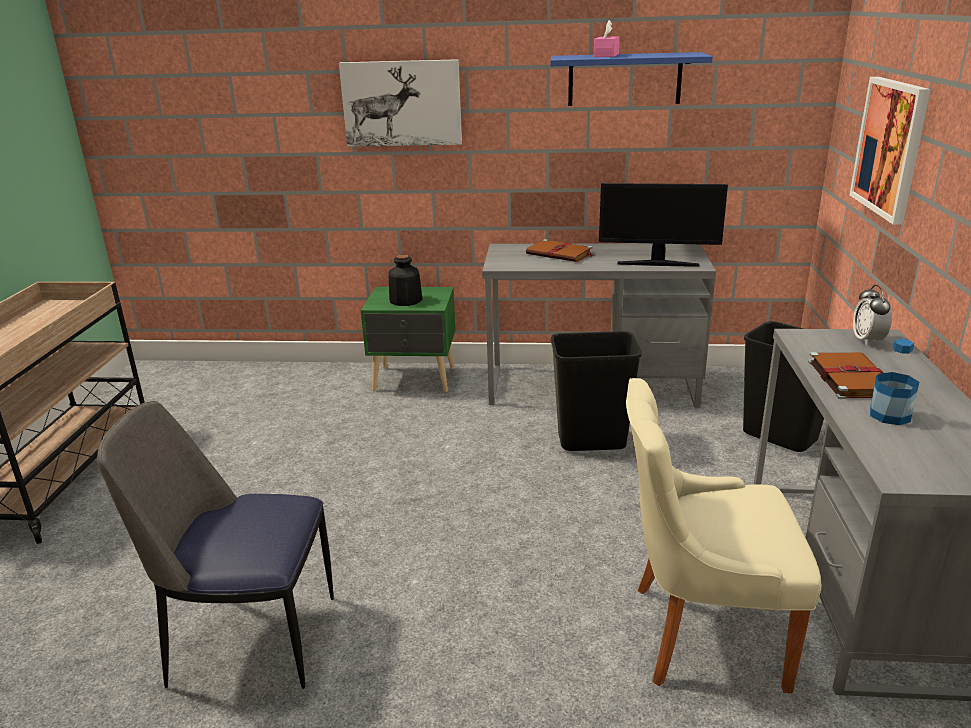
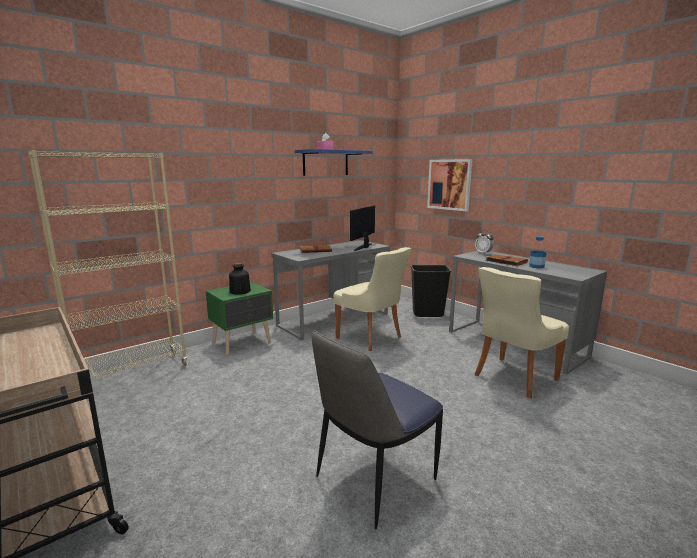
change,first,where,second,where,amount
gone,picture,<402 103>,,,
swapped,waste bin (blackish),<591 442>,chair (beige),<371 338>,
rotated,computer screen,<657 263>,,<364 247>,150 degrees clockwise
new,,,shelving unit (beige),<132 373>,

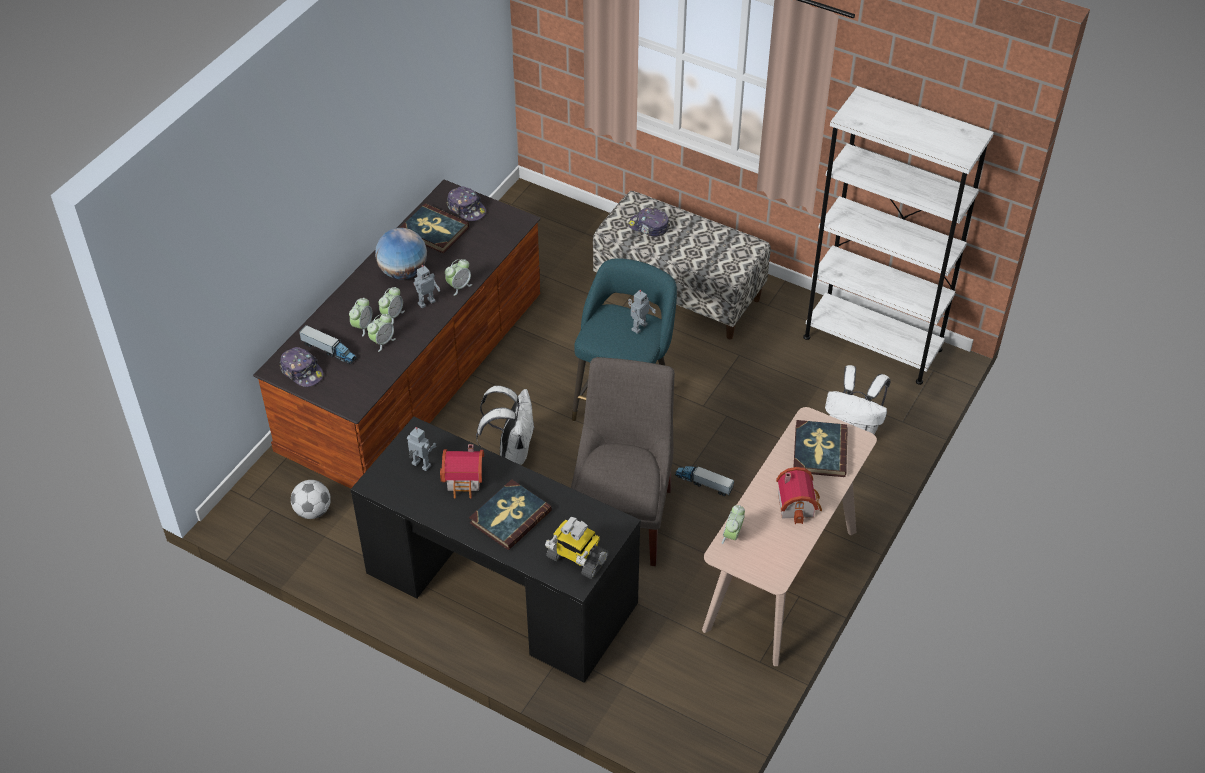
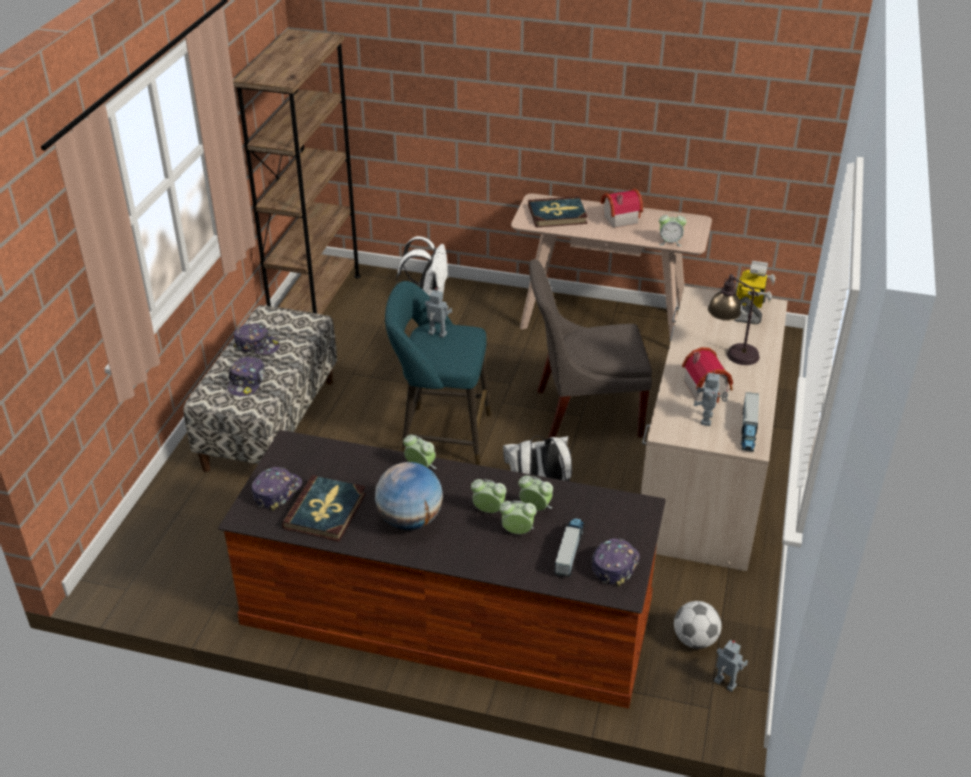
change,first,where,second,where,amount
repainted,desk table (blackish),<501 587>,desk table (beige),<704 472>,
shifted,model robot,<426 302>,,<724 684>,
swapped,bound book,<510 517>,table lamp,<730 353>,
shifted,model truck,<703 483>,,<748 429>,
repainted,shelving unit (white),<872 343>,shelving unit (brown),<316 303>,
new,,,peaked cap,<257 345>,

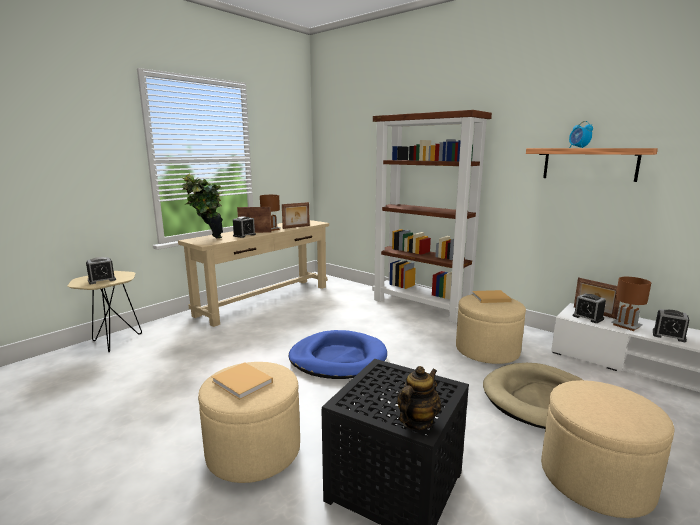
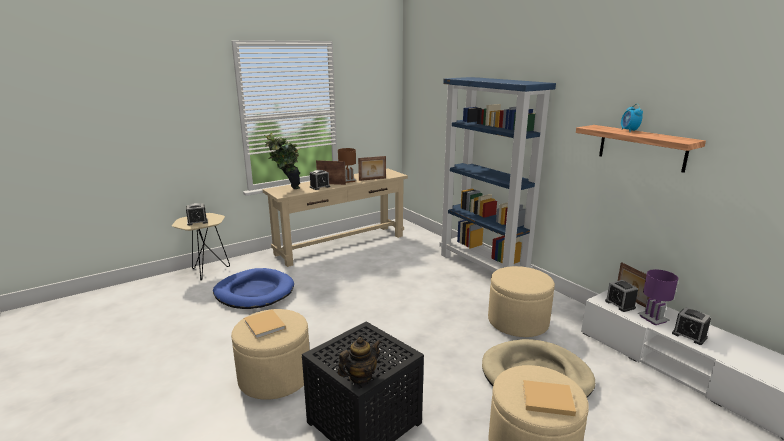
change,first,where,second,where,amount
shifted,dog cushion (blue-coloured),<338 358>,,<254 292>,
repainted,shelving unit (brown),<421 306>,shelving unit (blue-coloured),<483 267>,
shifted,bound book (beige),<490 298>,,<546 399>,
repainted,table lamp (brown),<626 326>,table lamp (purplish),<653 319>,

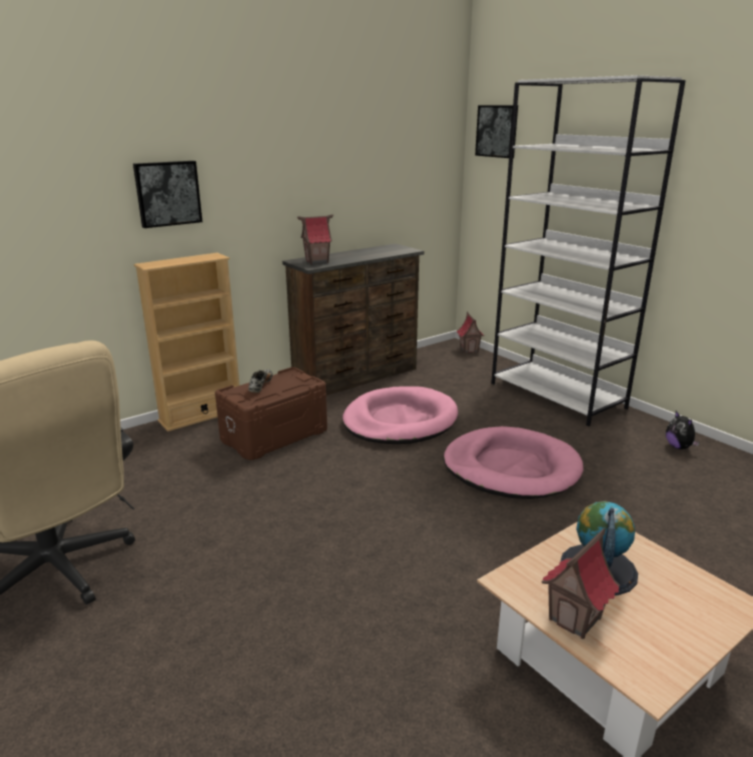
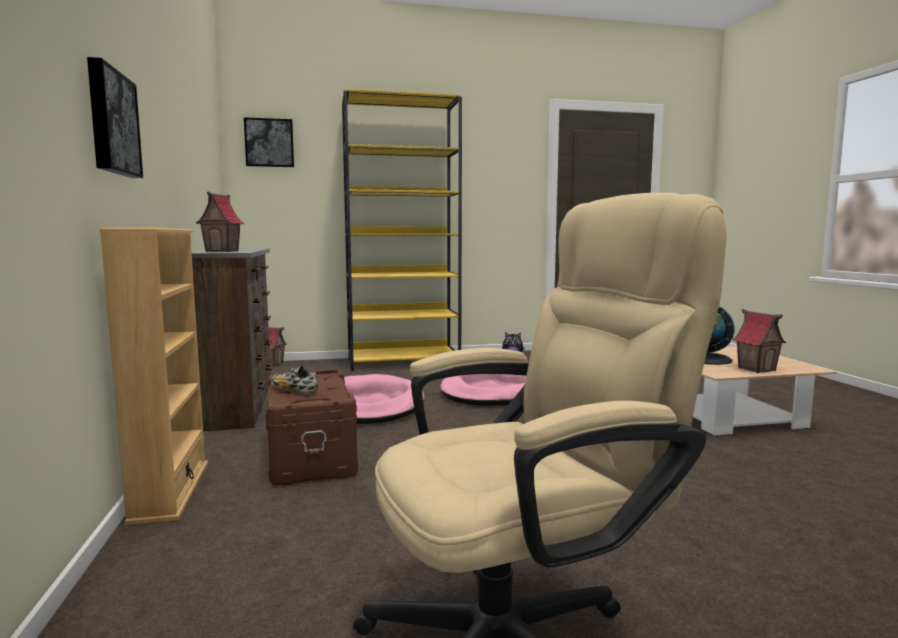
change,first,where,second,where,amount
repainted,shelving unit (white),<557 395>,shelving unit (yellowish),<404 362>,

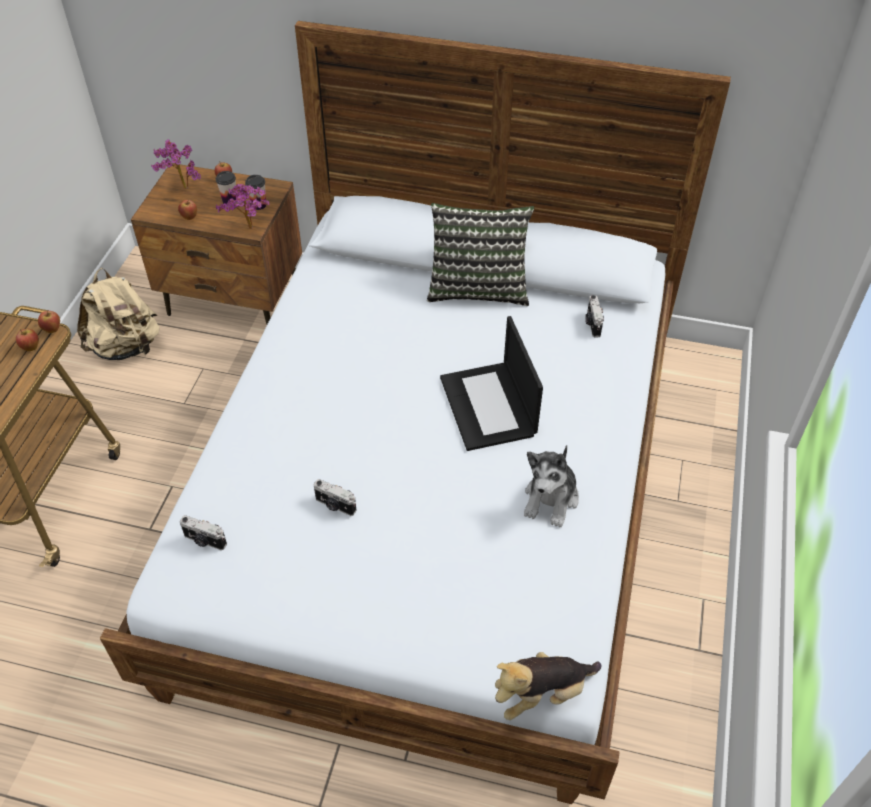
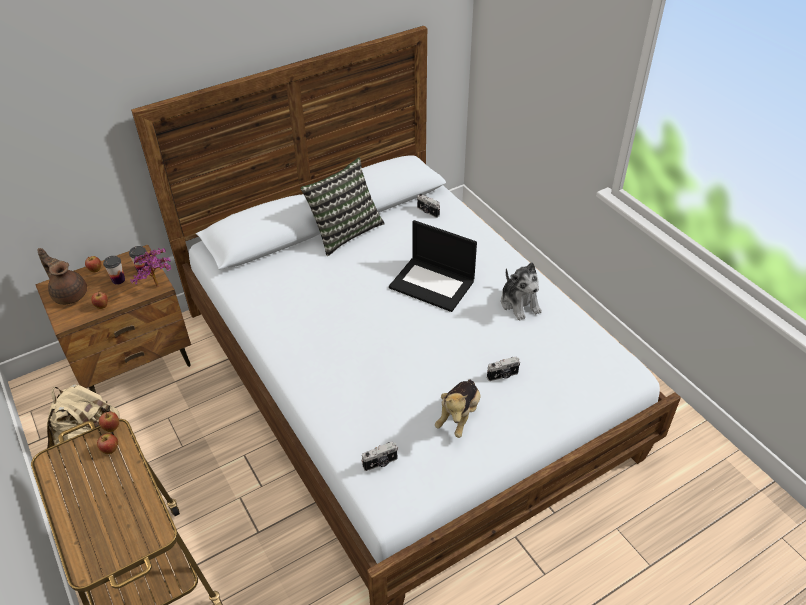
change,first,where,second,where,amount
swapped,potted plant,<182 189>,teapot (brown),<69 294>,
shifted,photo camera,<335 506>,,<503 376>,
shifted,plush toy,<542 694>,,<459 416>,

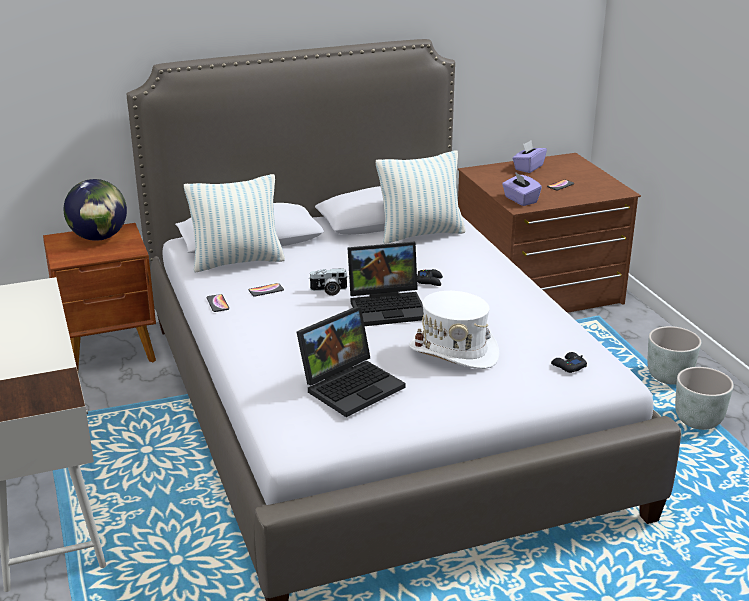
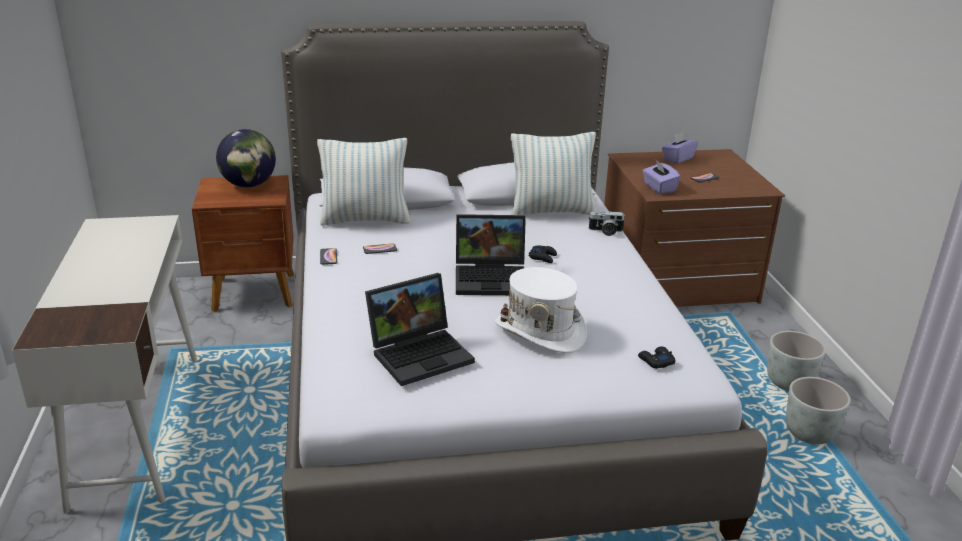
change,first,where,second,where,amount
shifted,photo camera,<329 291>,,<605 231>,

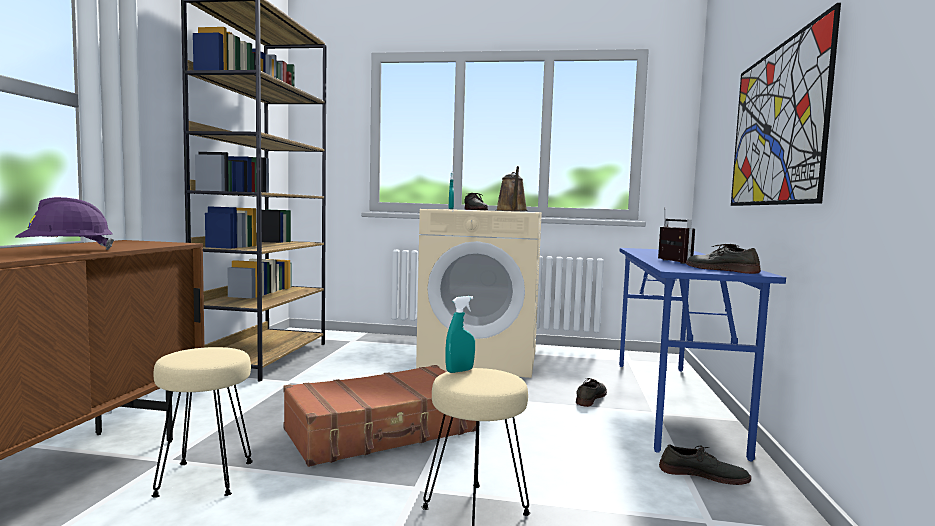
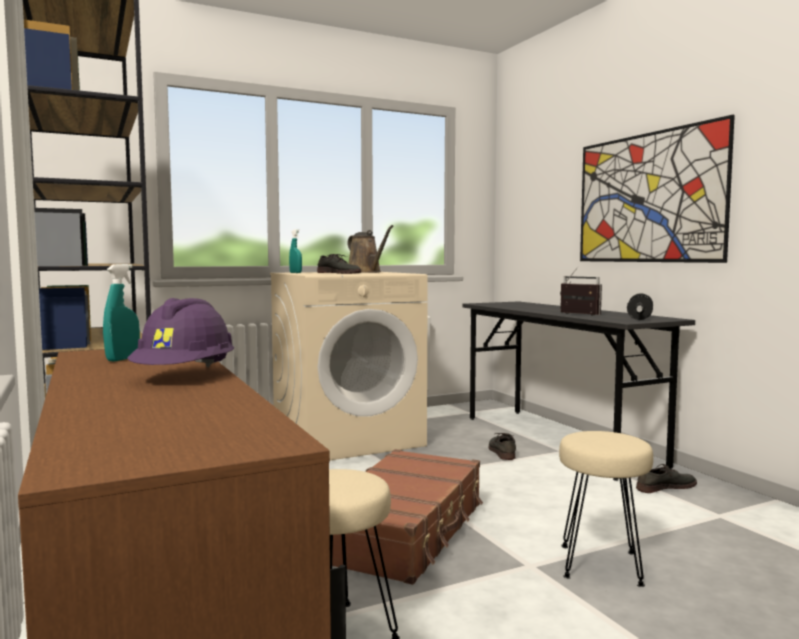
change,first,where,second,where,amount
shifted,spray bottle (turquoise-coloured),<459 371>,,<123 359>,
repainted,desk table (blue-coloured),<672 403>,desk table (gray),<559 440>,
swapped,item of footwear (gray),<720 269>,dumbbell,<639 318>,

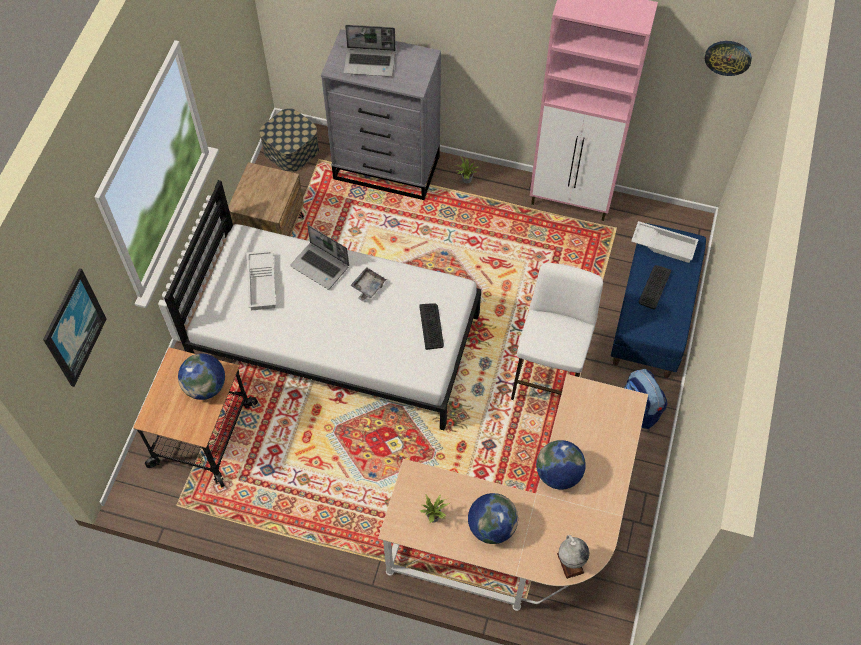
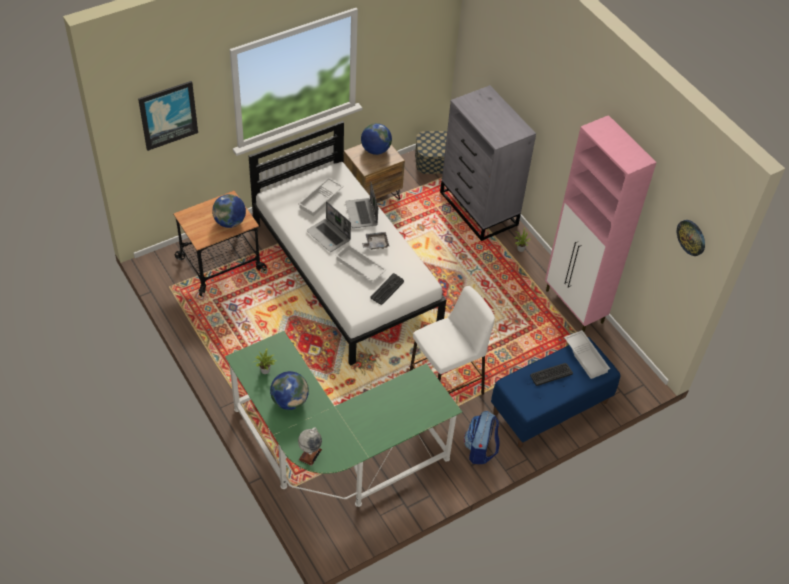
change,first,where,second,where,amount
shifted,laptop,<370 62>,,<329 236>,
repainted,desk table (beige),<526 532>,desk table (green-coloured),<334 454>,
shifted,globe,<558 474>,,<375 150>,
new,,,carrying tray (white),<359 266>,

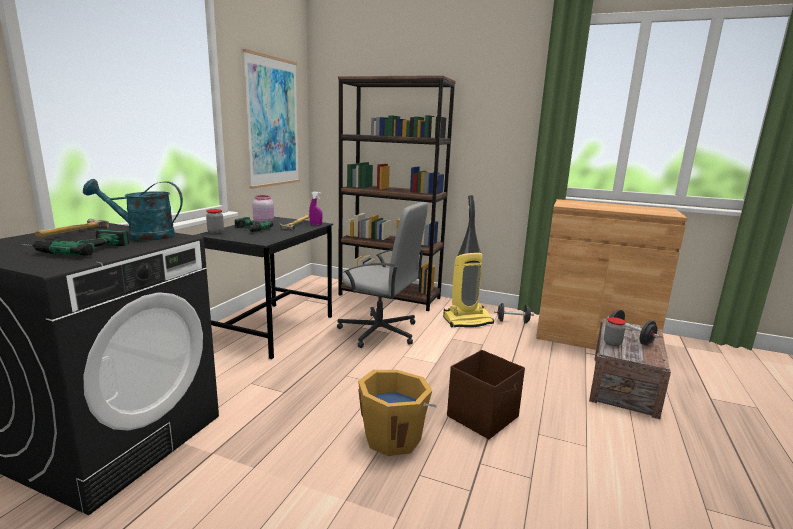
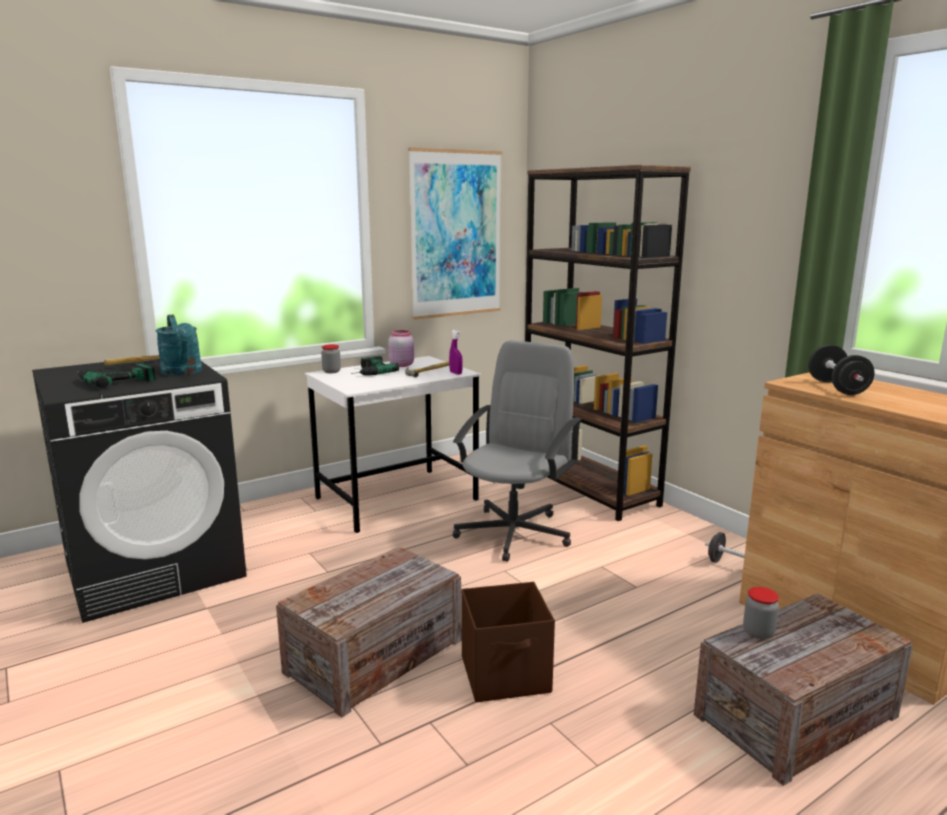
change,first,where,second,where,amount
rotated,sprinkling can (turquoise-coloured),<143 236>,,<183 372>,150 degrees counterclockwise
repainted,desk table (blackish),<272 329>,desk table (white),<397 499>,
rotated,office chair (gray),<380 332>,,<514 533>,120 degrees counterclockwise
swapped,bucket (orange-coloured),<393 436>,shipping crate,<375 655>,
gone,vacuum,<467 321>,,,
shifted,dumbbell (blackish),<629 338>,,<837 388>,

